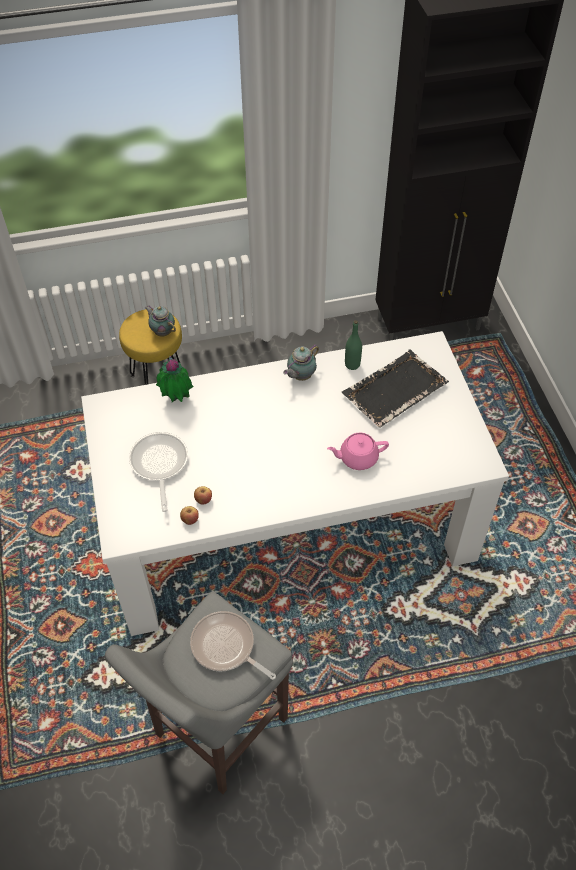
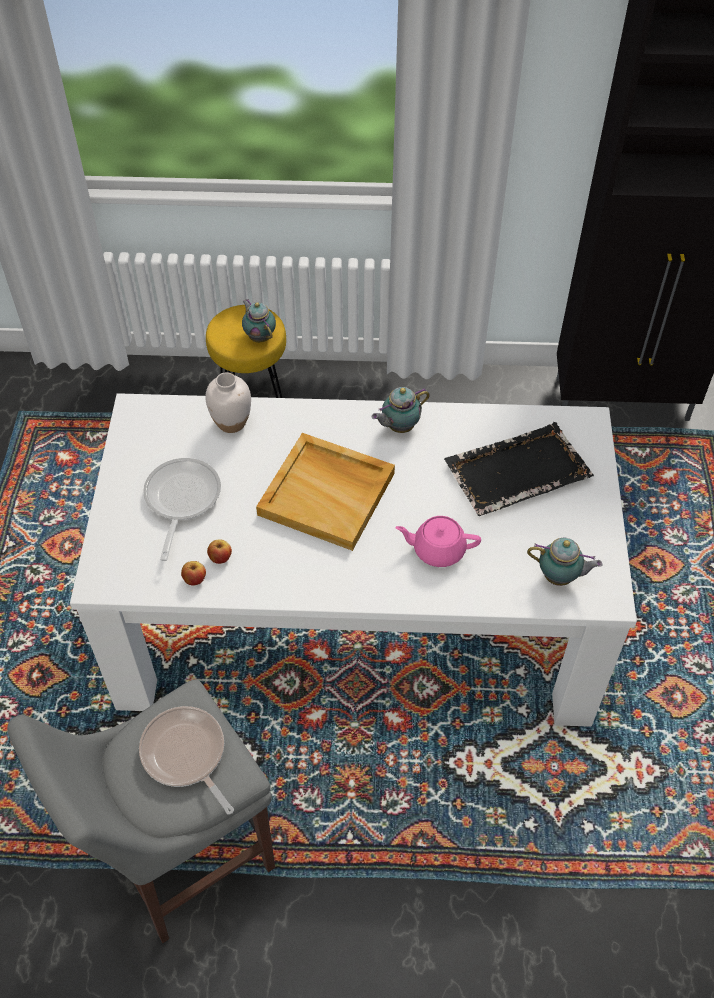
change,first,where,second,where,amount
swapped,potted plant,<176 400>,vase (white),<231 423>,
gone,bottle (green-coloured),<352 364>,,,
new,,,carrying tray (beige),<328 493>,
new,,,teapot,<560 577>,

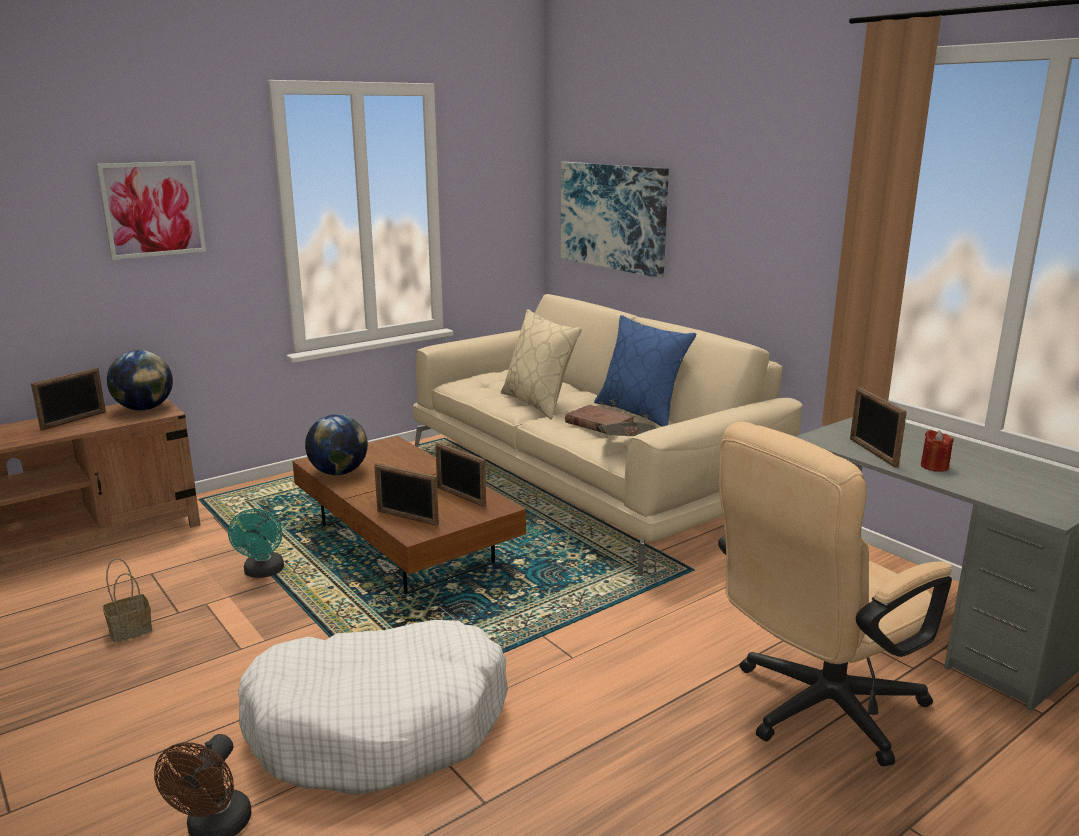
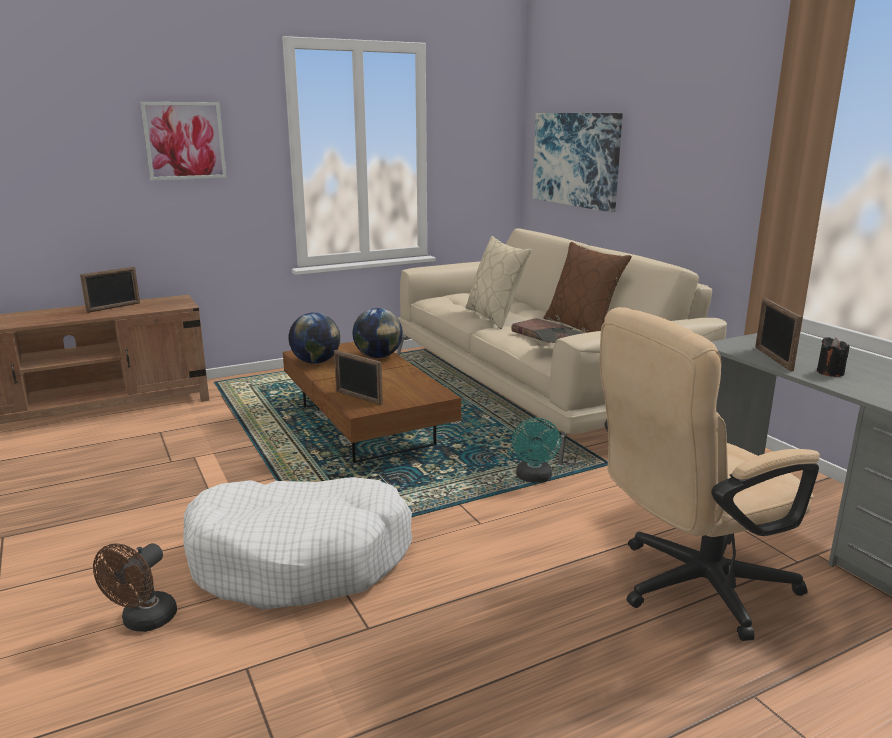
change,first,where,second,where,amount
gone,basket,<131 629>,,,
shifted,globe,<144 408>,,<378 356>,
shifted,electric fan (turquoise-coloured),<263 573>,,<534 478>,
gone,standing frame,<460 497>,,,
repainted,throw pillow (blue-coloured),<641 412>,throw pillow (brown),<582 327>,
repainted,wax candle (reddish),<934 466>,wax candle (blackish),<830 372>,

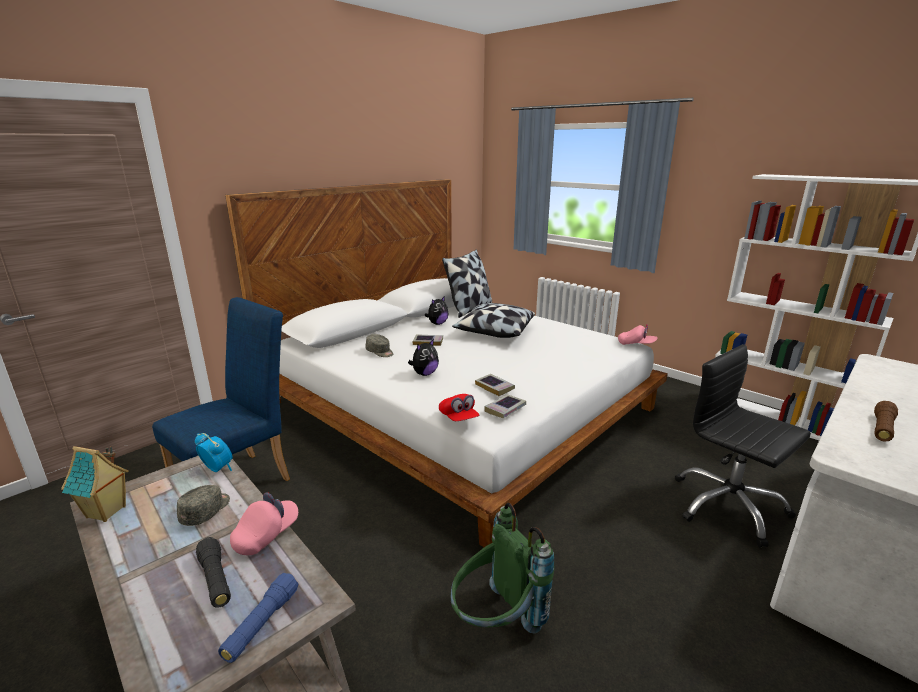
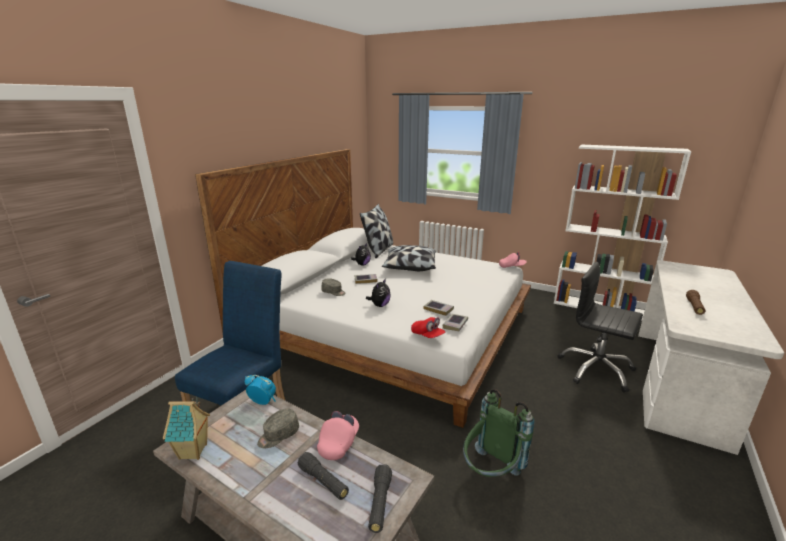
change,first,where,second,where,amount
rotated,peaked cap (gray),<206 511>,,<278 435>,135 degrees counterclockwise
repainted,flashlight (blue-coloured),<262 624>,flashlight (blackish),<380 503>,

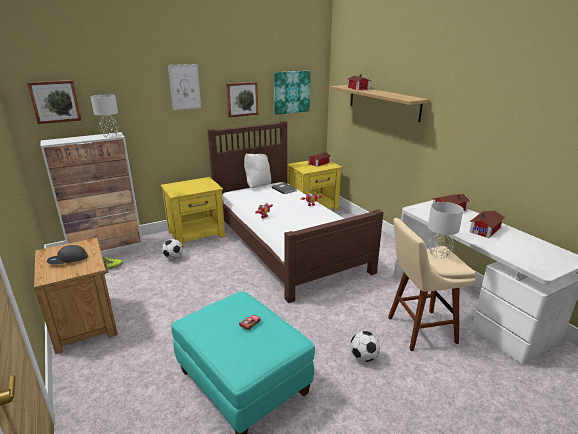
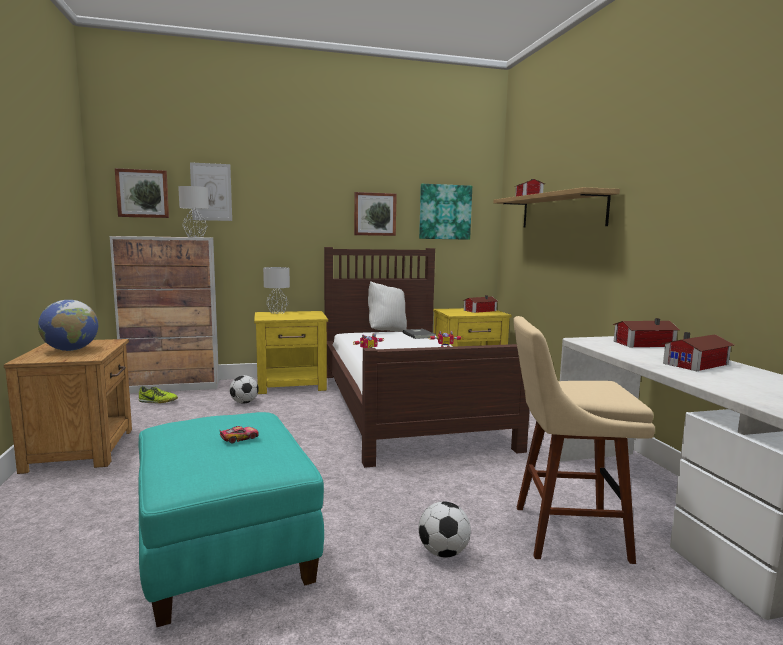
change,first,where,second,where,amount
swapped,peaked cap (gray),<68 260>,globe,<71 350>,
shifted,picture,<185 87>,,<211 192>,
shifted,table lamp (gray),<439 254>,,<278 313>,

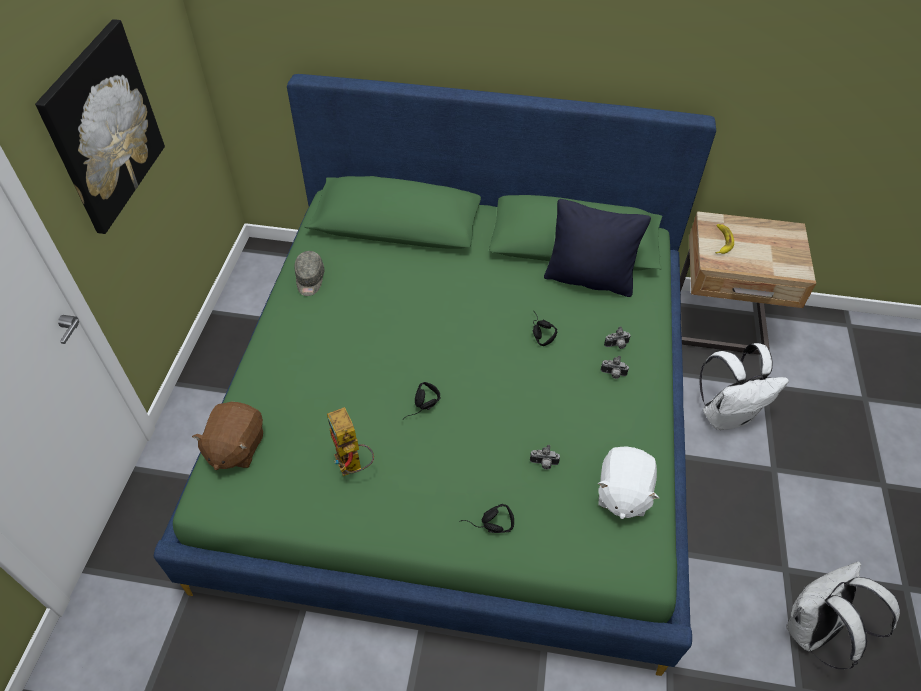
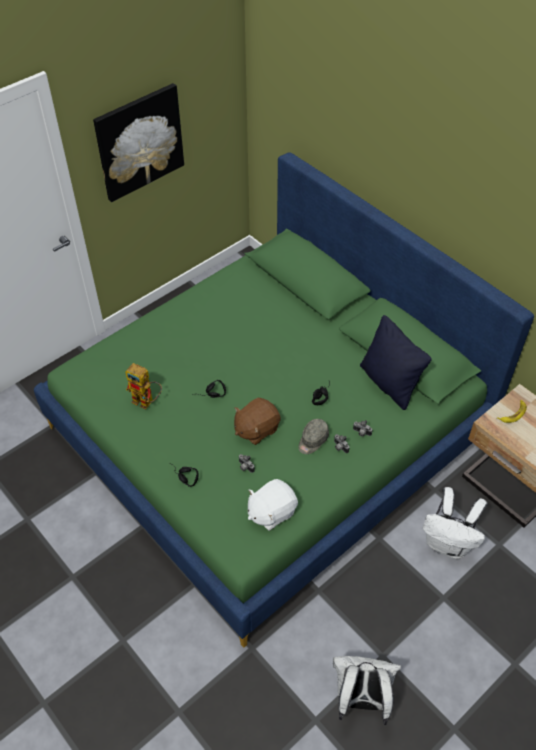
change,first,where,second,where,amount
shifted,plush toy (brown),<235 447>,,<256 429>,
shifted,peaked cap (gray),<310 279>,,<312 440>,
rotated,model robot,<353 466>,,<147 401>,75 degrees counterclockwise

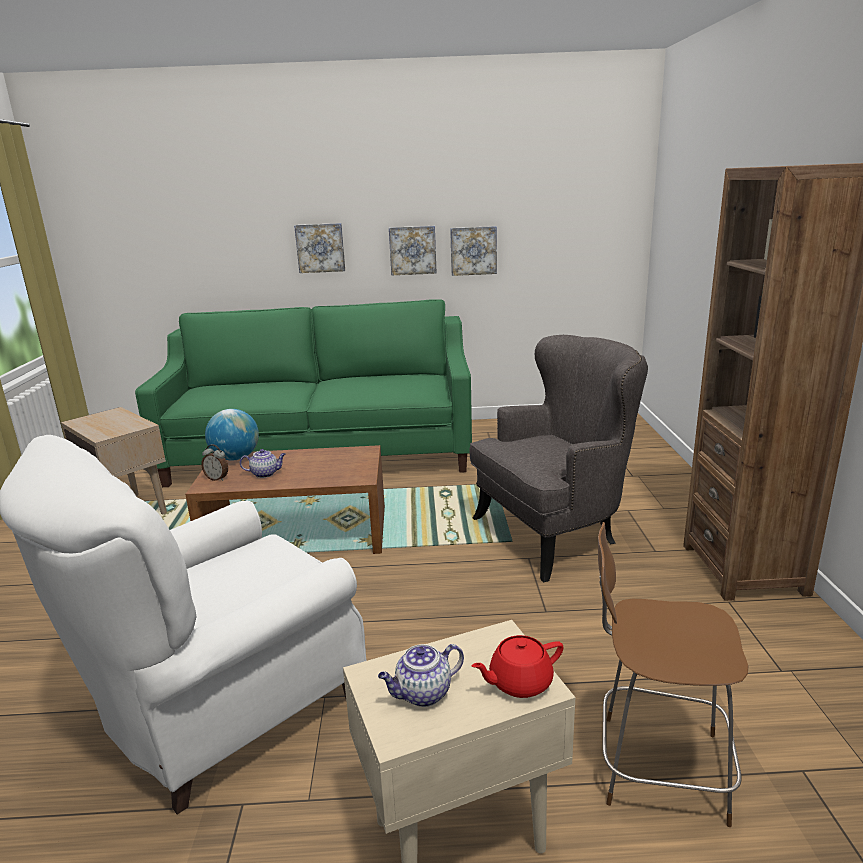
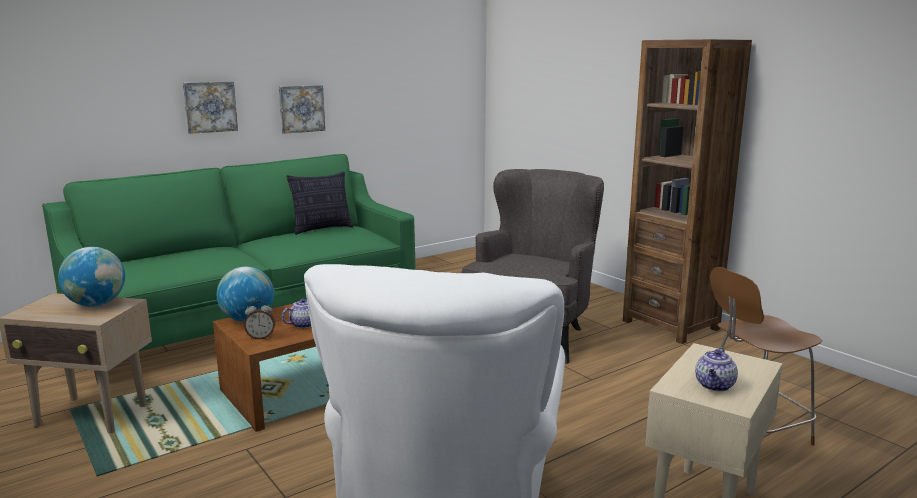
change,first,where,second,where,amount
gone,picture,<473 250>,,,
gone,teapot (reddish),<519 682>,,,
new,,,globe,<96 304>,
new,,,throw pillow,<322 229>,

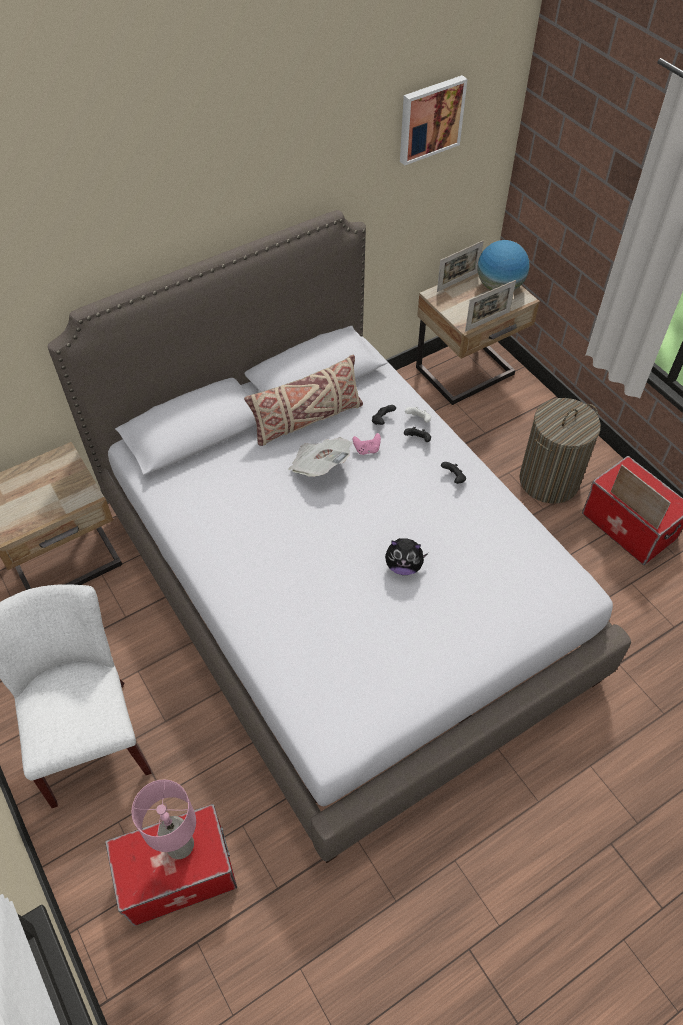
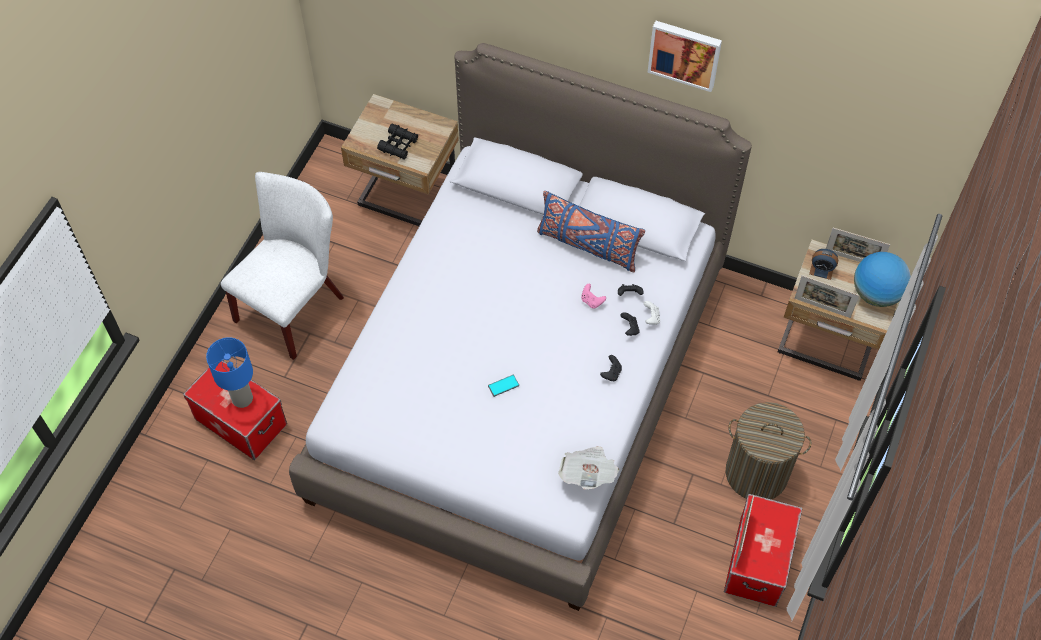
change,first,where,second,where,amount
repainted,table lamp (pink-coloured),<180 845>,table lamp (blue-coloured),<242 399>,
repainted,throw pillow (beige),<307 420>,throw pillow (blue-coloured),<588 246>,
shifted,newspaper,<320 466>,,<588 474>,
swapped,plush toy,<403 566>,phone,<503 386>,
shifted,picture,<430 119>,,<685 53>,
new,,,binoculars (blackish),<398 145>,
new,,,alarm clock,<821 270>,

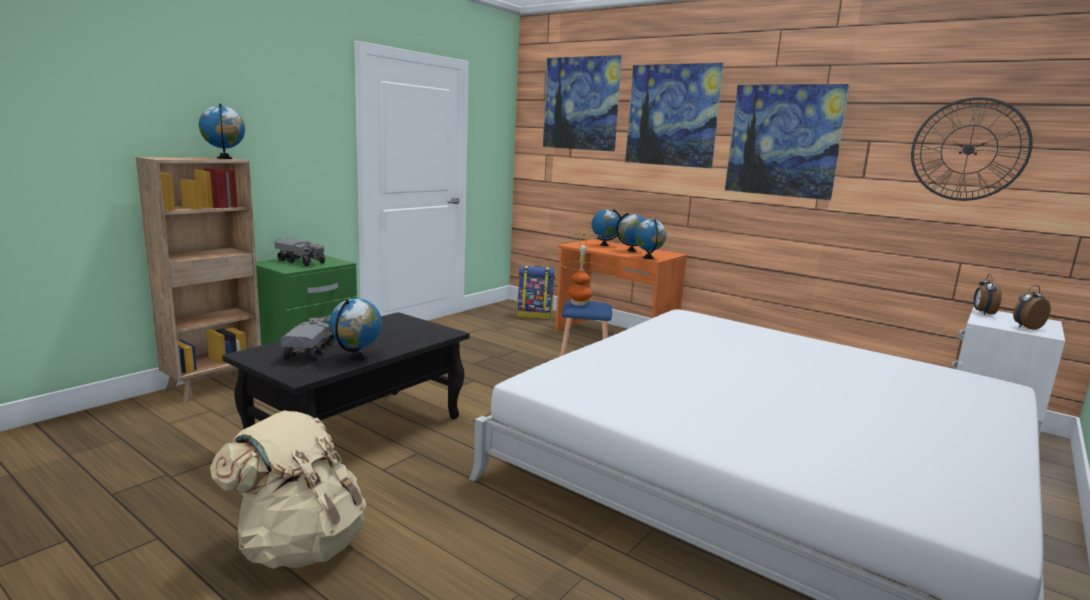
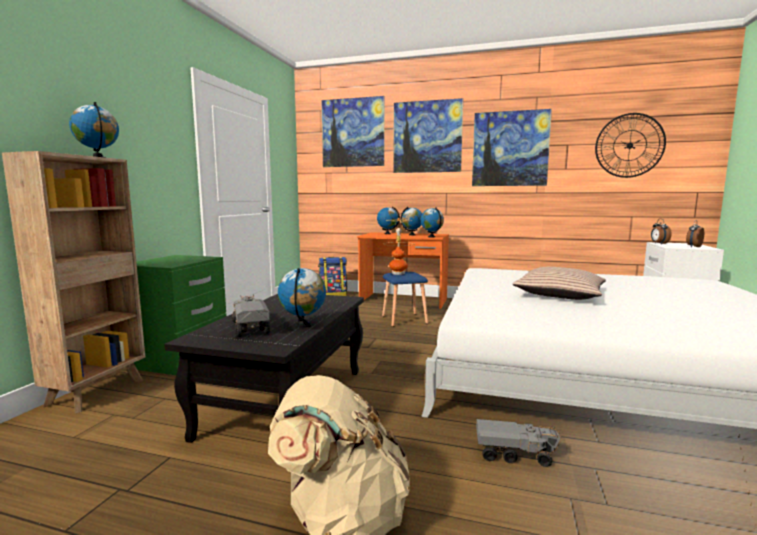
change,first,where,second,where,amount
shifted,model truck,<302 262>,,<514 454>,
new,,,throw pillow,<559 294>,

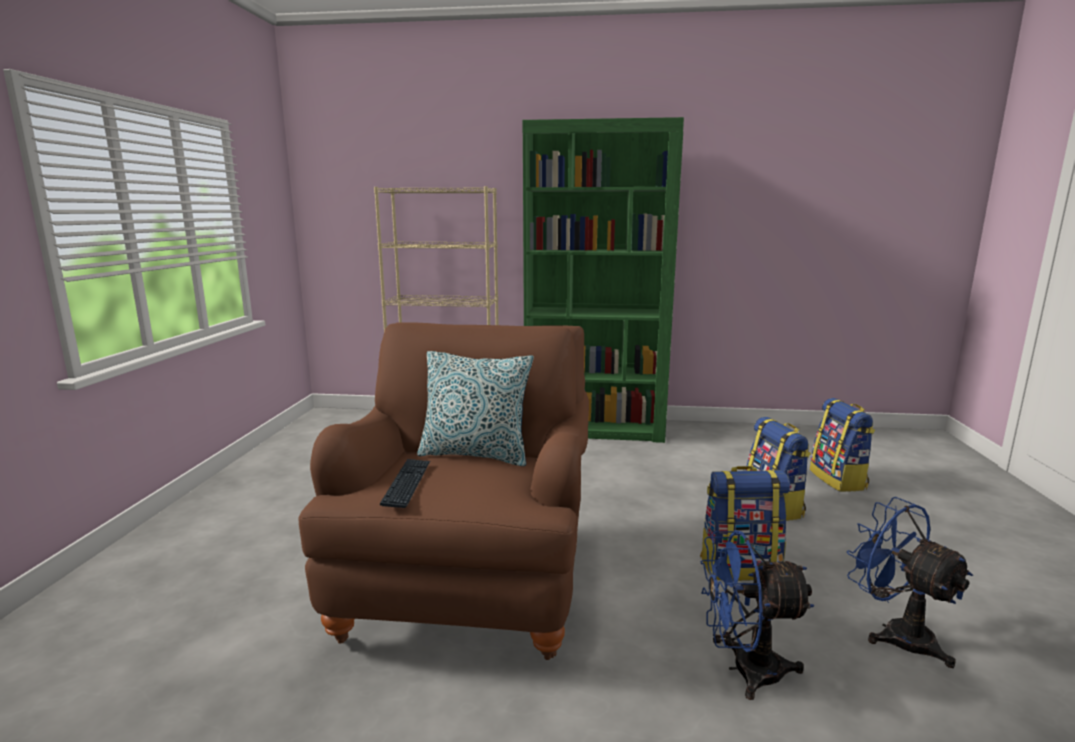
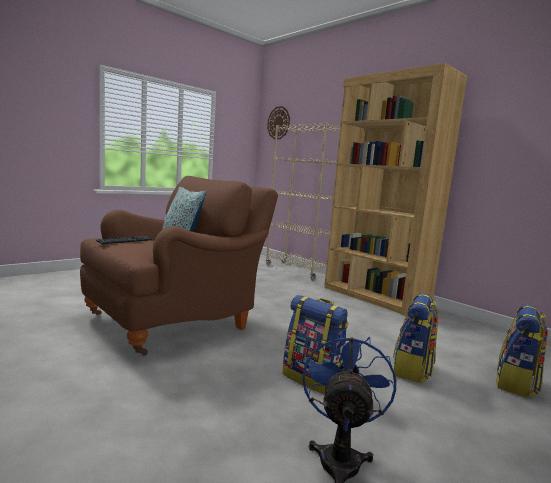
change,first,where,second,where,amount
repainted,shelving unit (green-coloured),<594 429>,shelving unit (brown),<375 297>,
gone,electric fan (blue-coloured),<744 670>,,,
new,,,wall clock,<278 123>,

